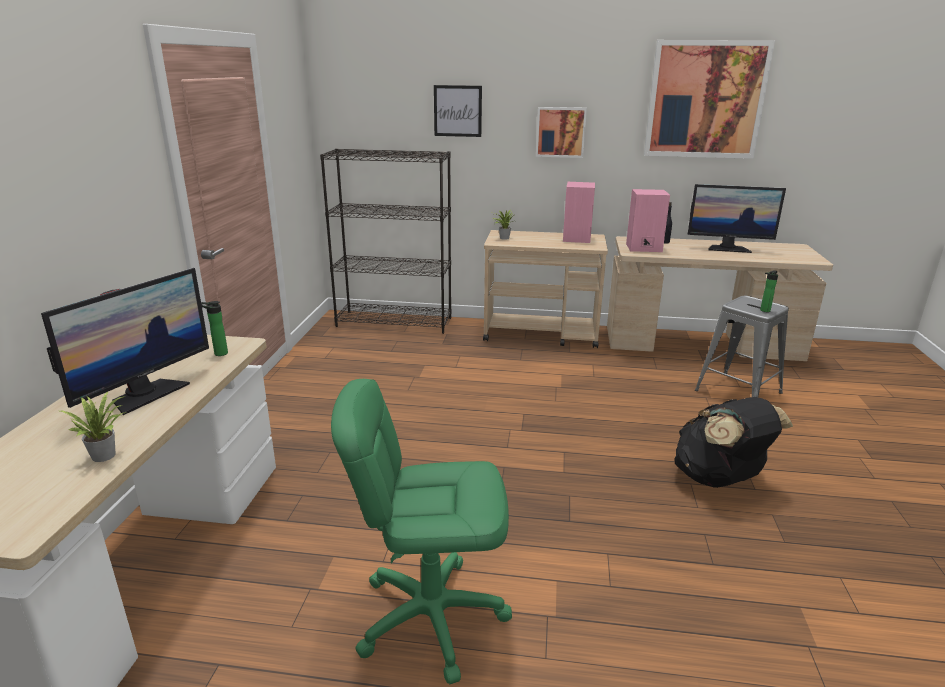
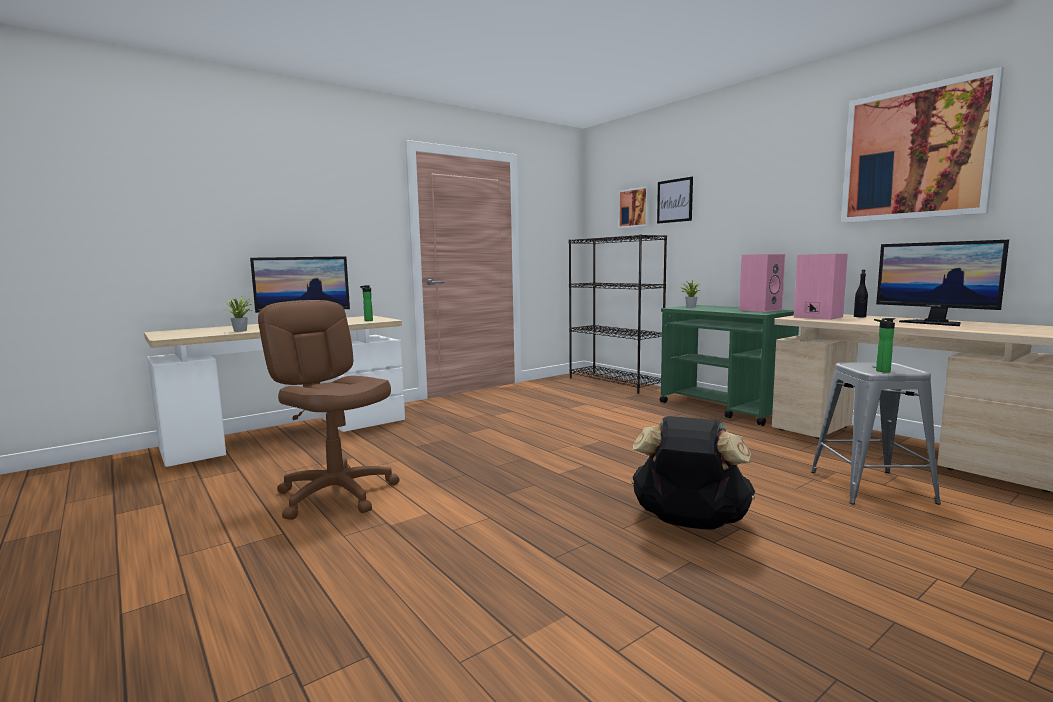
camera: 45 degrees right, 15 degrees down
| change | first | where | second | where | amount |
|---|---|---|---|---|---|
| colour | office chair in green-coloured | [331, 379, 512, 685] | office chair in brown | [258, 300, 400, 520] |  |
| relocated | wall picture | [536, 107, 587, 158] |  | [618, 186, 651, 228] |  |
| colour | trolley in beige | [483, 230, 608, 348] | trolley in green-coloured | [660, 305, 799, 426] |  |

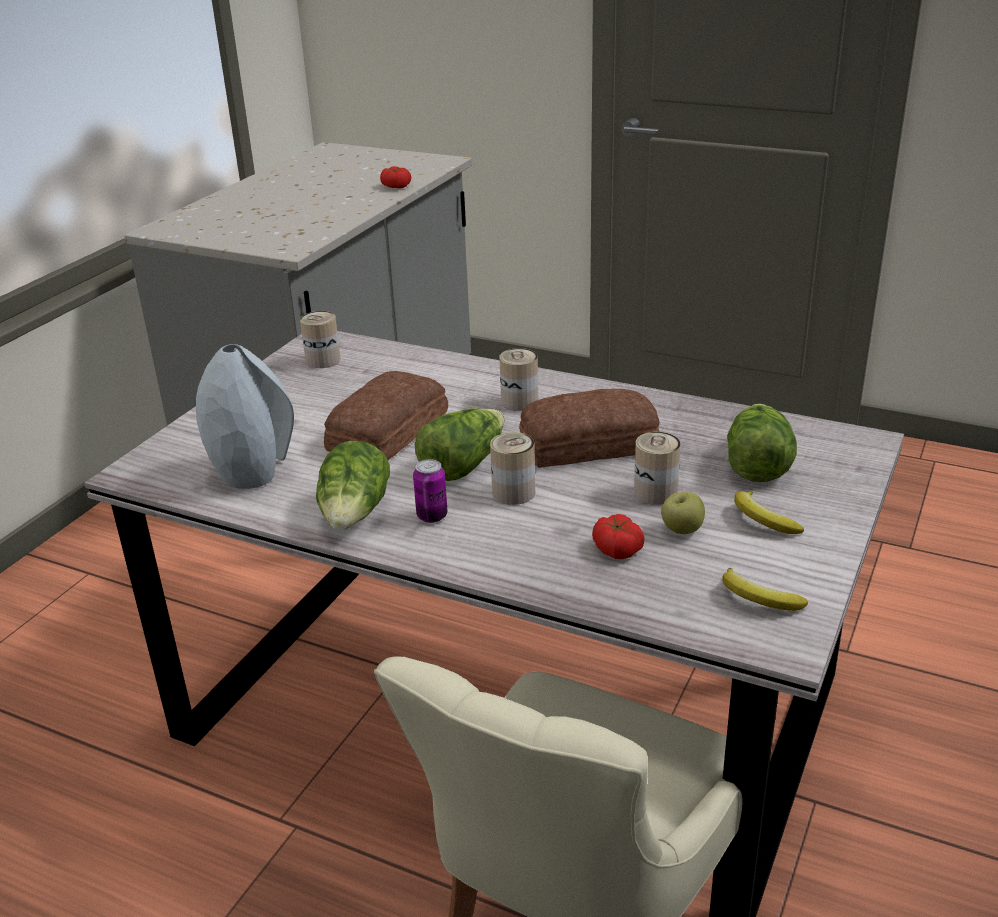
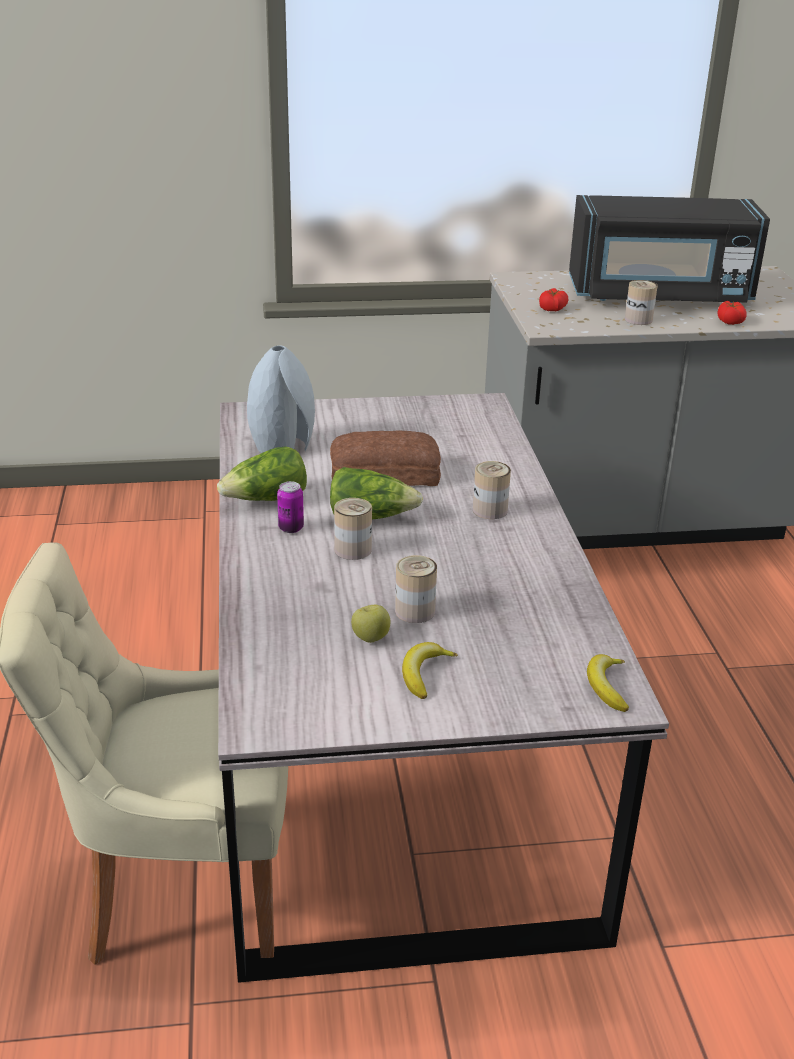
camera: 55 degrees right, 0 degrees up
| change | first | where | second | where | amount |
|---|---|---|---|---|---|
| relocated | whole tomato | [592, 514, 644, 559] |  | [539, 288, 568, 311] |  |
| appeared |  |  | microwave oven in blackish | [569, 195, 770, 303] |  |
| relocated | banana fruit | [722, 568, 808, 611] |  | [587, 654, 629, 712] |  |
| relocated | sealed can | [300, 311, 341, 368] |  | [625, 280, 658, 325] |  |
| missing | bakery bread | [519, 389, 660, 468] |  |  |  |
| missing | head of lettuce | [727, 404, 797, 482] |  |  |  |

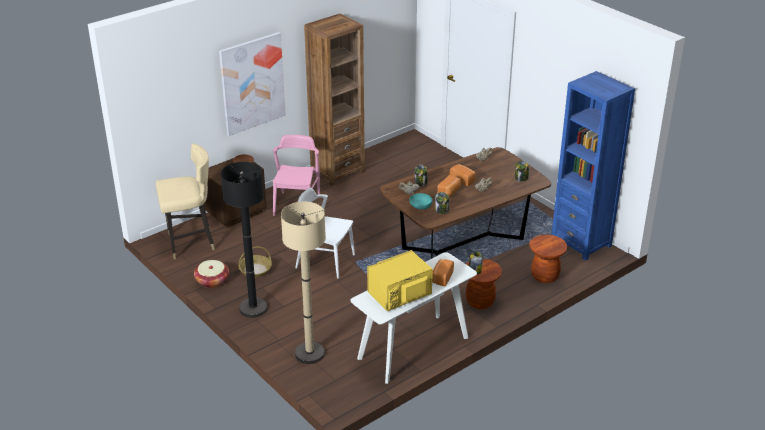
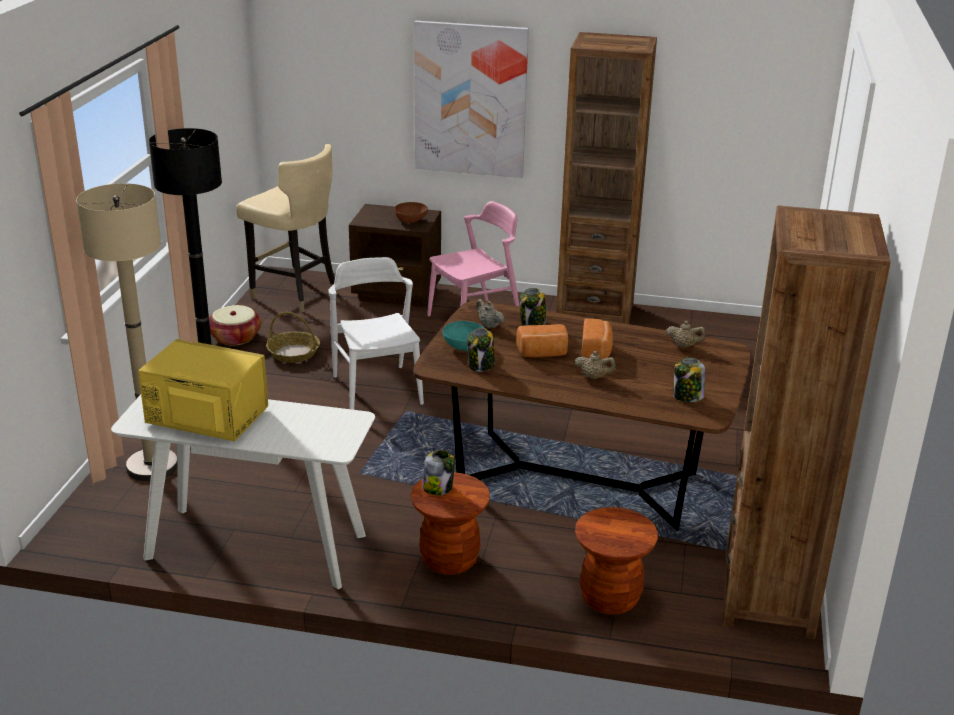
camera: 50 degrees right, 5 degrees down
| change | first | where | second | where | amount |
|---|---|---|---|---|---|
| colour | shelving unit in blue-coloured | [552, 71, 635, 261] | shelving unit in brown | [723, 205, 891, 639] |  |
| missing | bakery bread | [432, 259, 454, 286] |  |  |  |

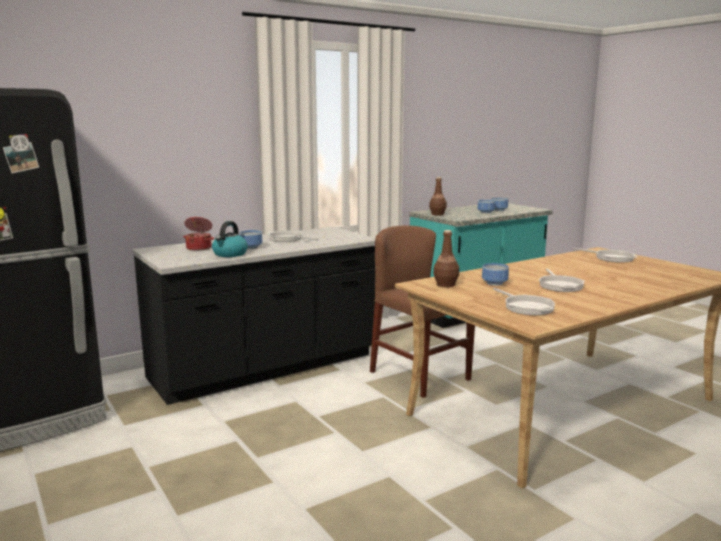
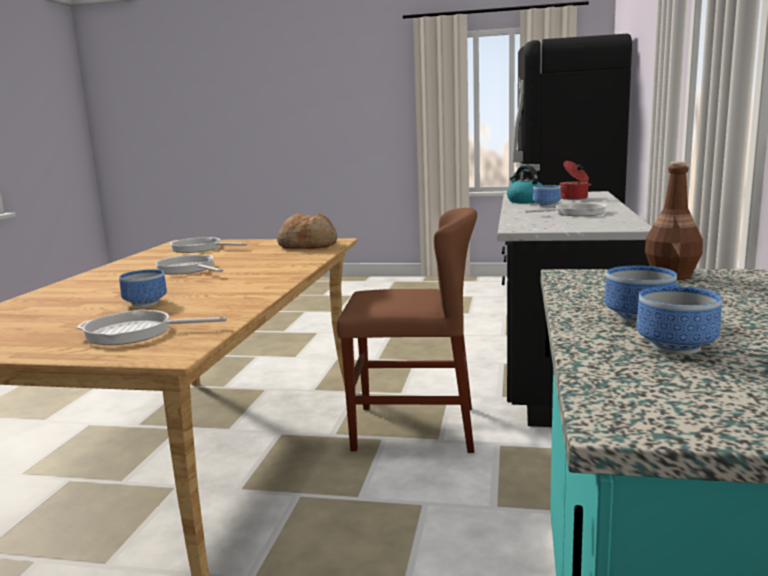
camera: 135 degrees right, 0 degrees up
| change | first | where | second | where | amount |
|---|---|---|---|---|---|
| relocated | serving bowl | [482, 263, 509, 286] |  | [119, 269, 167, 307] |  |
| exchanged | bottle in brown | [433, 230, 459, 287] | bakery bread | [277, 213, 337, 249] |  |

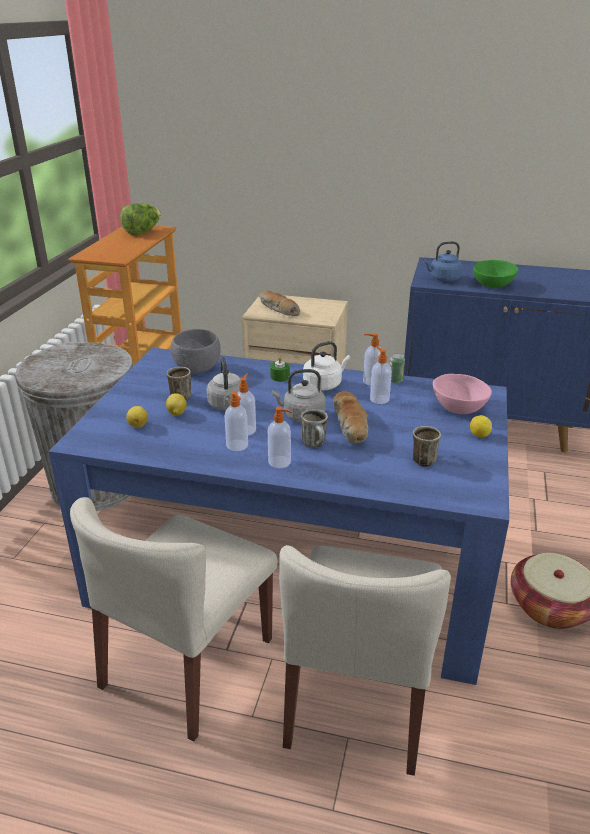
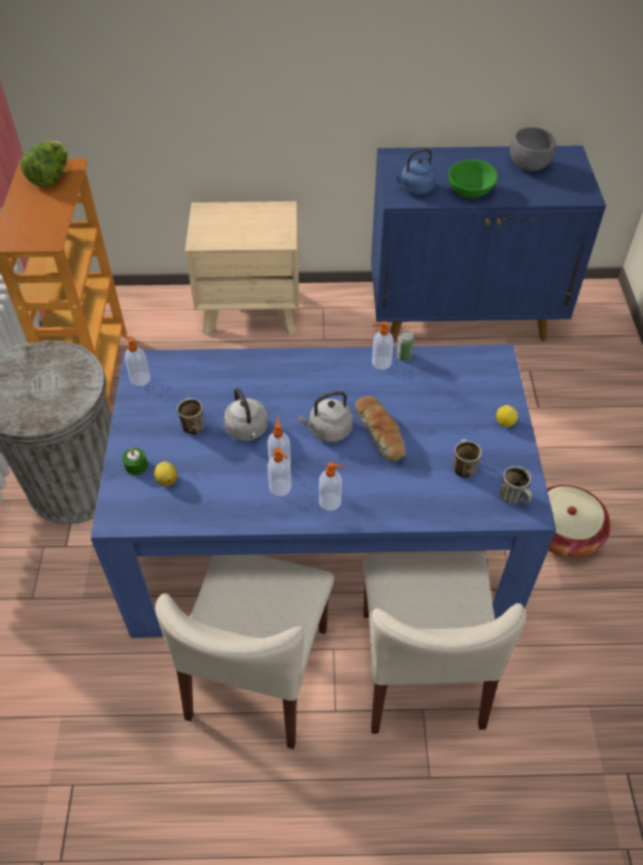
camera: 15 degrees left, 20 degrees up
| change | first | where | second | where | amount |
|---|---|---|---|---|---|
| relocated | candle in green-coloured | [270, 356, 290, 382] |  | [122, 448, 148, 475] |  |
| relocated | liquid soap bottle | [370, 346, 392, 404] |  | [123, 334, 150, 386] |  |
| relocated | tea mug | [301, 409, 328, 448] |  | [500, 466, 533, 504] |  |
| relocated | serving bowl in grey | [171, 329, 220, 373] |  | [510, 127, 556, 171] |  |
| missing | citrus fruit | [166, 393, 187, 416] |  |  |  |
| missing | bakery bread | [259, 291, 300, 316] |  |  |  |
| missing | water kettle in white | [303, 341, 350, 391] |  |  |  |
| missing | serving bowl in pink-coloured | [433, 374, 492, 414] |  |  |  |

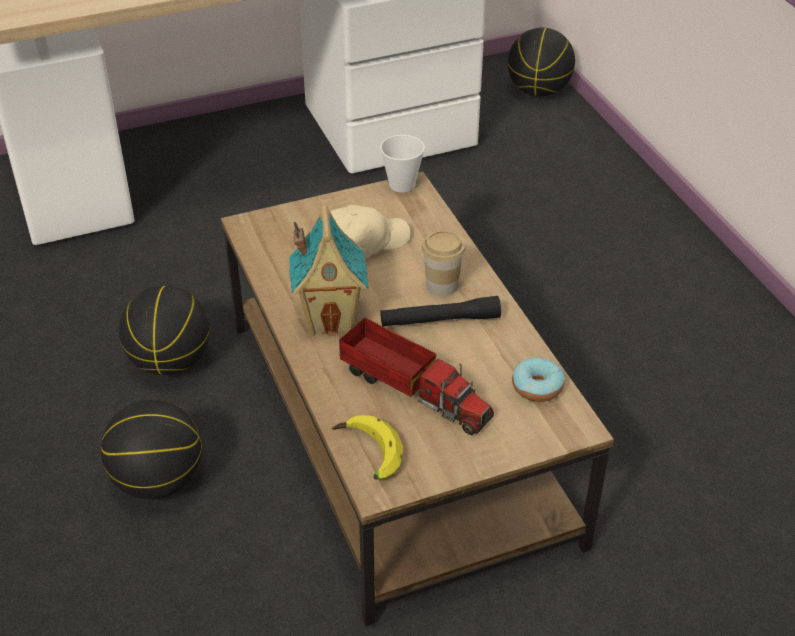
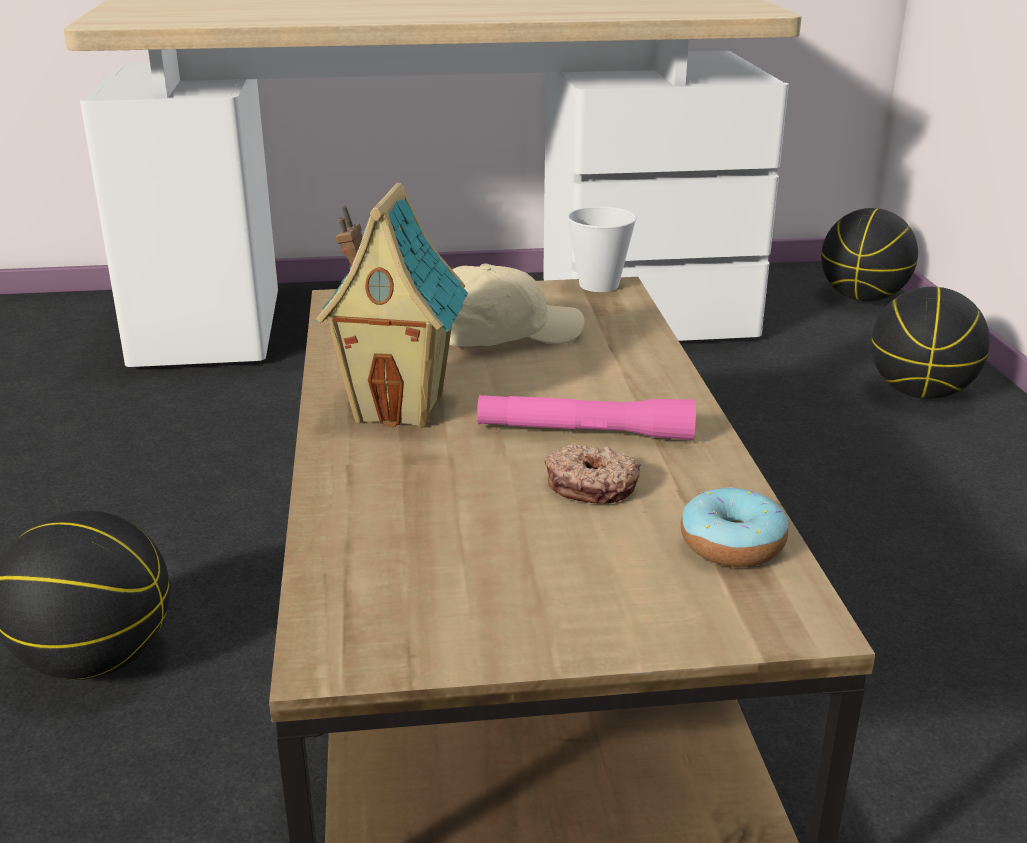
camera: 15 degrees right, 15 degrees down
| change | first | where | second | where | amount |
|---|---|---|---|---|---|
| colour | torch in blackish | [380, 296, 501, 327] | torch in pink-coloured | [477, 395, 696, 440] |  |
| appeared |  |  | doughnut | [545, 445, 641, 504] |  |
| relocated | ball for basketball | [119, 286, 210, 375] |  | [871, 287, 990, 399] |  |
| missing | banana fruit | [332, 415, 403, 480] |  |  |  |
| missing | model truck | [339, 318, 494, 435] |  |  |  |
| missing | small cup | [422, 230, 466, 296] |  |  |  |

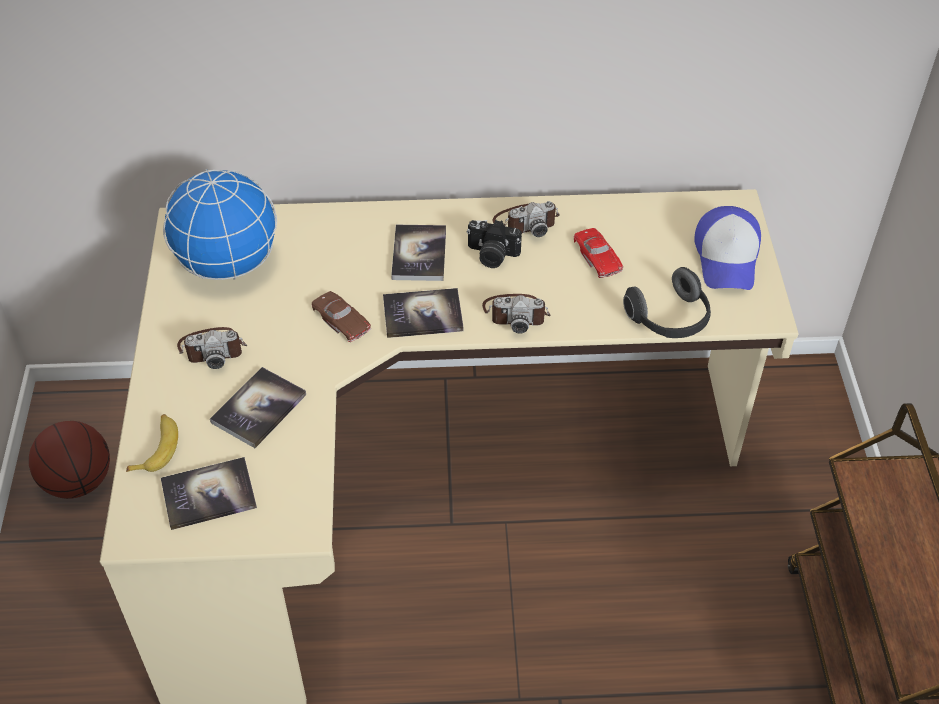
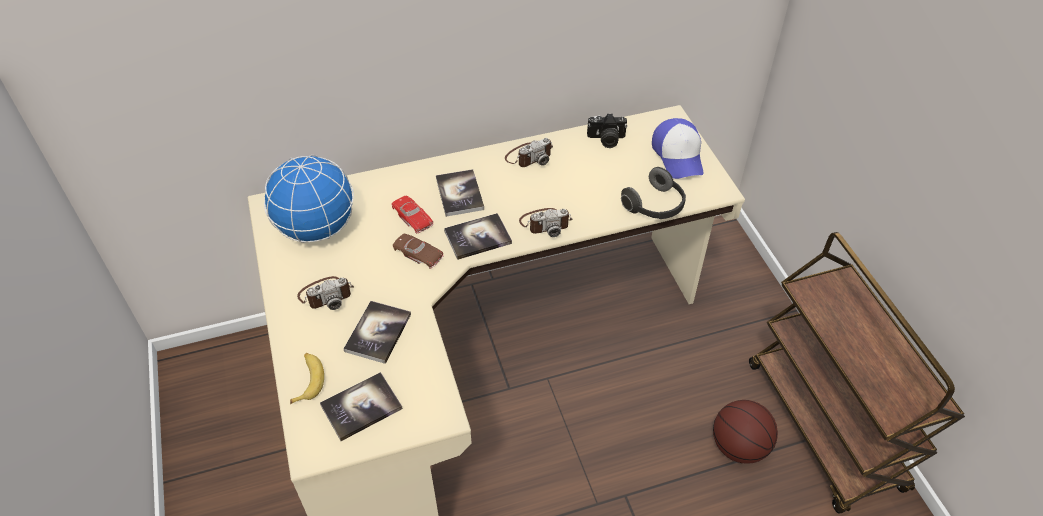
camera: 15 degrees left, 0 degrees up
| change | first | where | second | where | amount |
|---|---|---|---|---|---|
| relocated | toy car in red-coloured | [574, 228, 623, 278] |  | [392, 195, 433, 233] |  |
| relocated | still camera | [467, 220, 522, 268] |  | [587, 113, 627, 148] |  |
| relocated | ball for basketball | [29, 421, 110, 499] |  | [713, 400, 778, 464] |  |

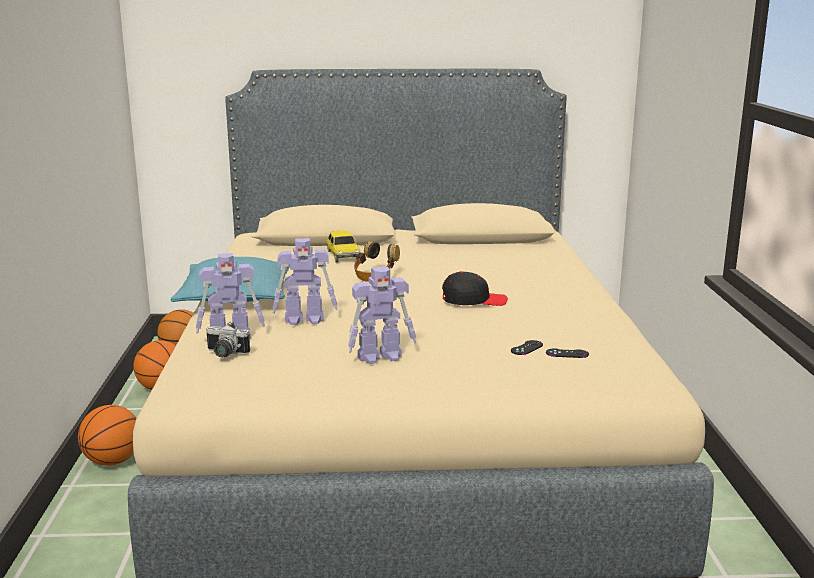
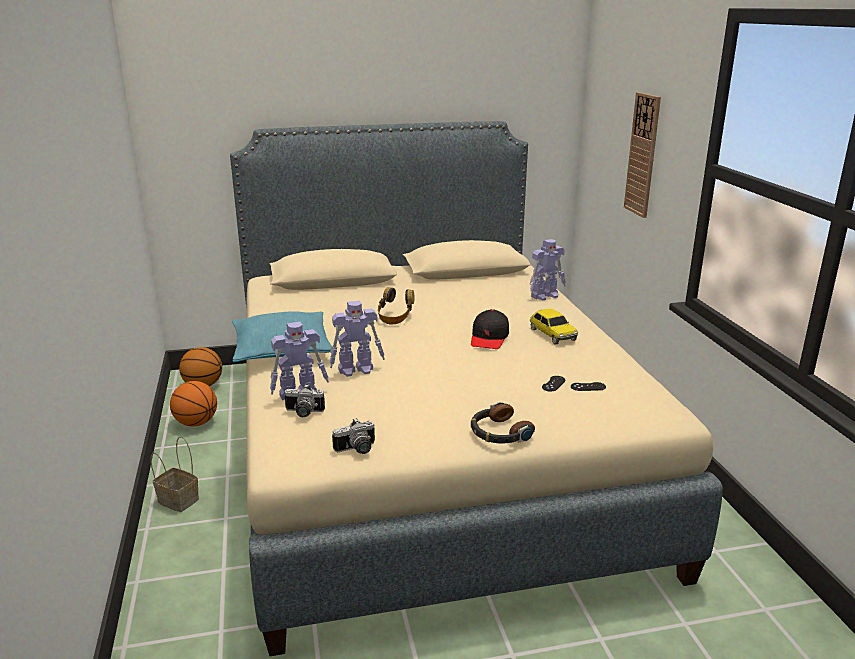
camera: 10 degrees left, 5 degrees up
| change | first | where | second | where | amount |
|---|---|---|---|---|---|
| exchanged | ball for basketball | [78, 405, 137, 466] | basket | [150, 436, 199, 512] |  |
| appeared |  |  | still camera | [332, 418, 375, 454] |  |
| spun | cap in blackish | [442, 271, 508, 306] |  | [471, 309, 509, 349] | 120 degrees clockwise |
| appeared |  |  | pair of headphones | [471, 402, 535, 444] |  |
| relocated | model robot | [348, 267, 416, 364] |  | [530, 239, 566, 300] |  |
| relocated | toy car | [327, 231, 361, 263] |  | [530, 309, 578, 345] |  |
| appeared |  |  | clock on the wall | [624, 92, 661, 218] |  |

